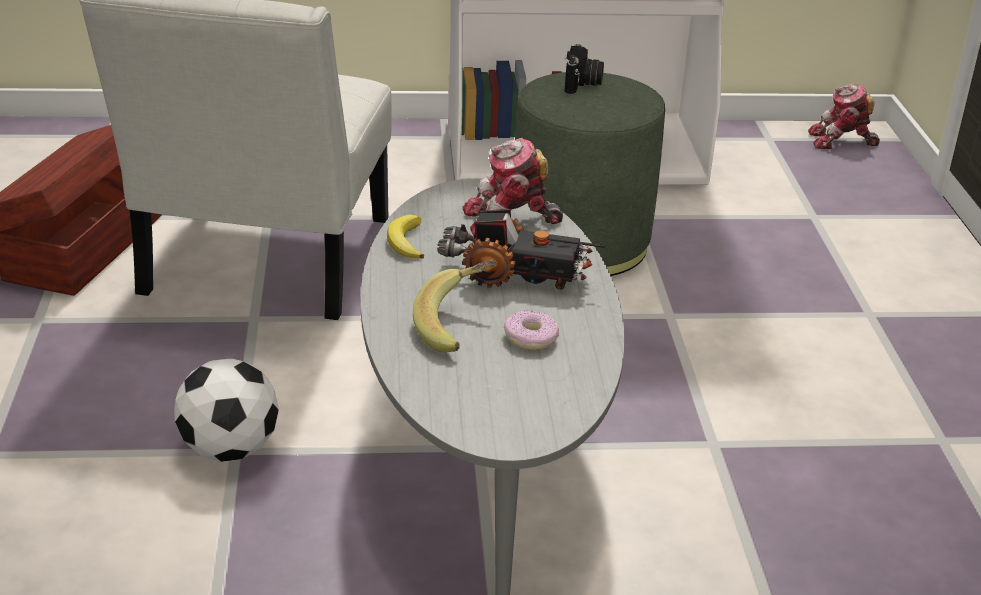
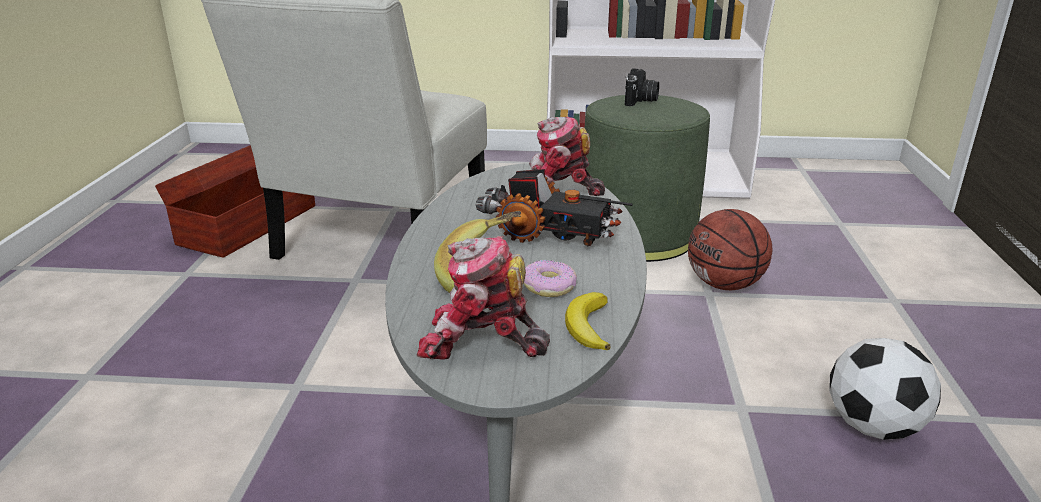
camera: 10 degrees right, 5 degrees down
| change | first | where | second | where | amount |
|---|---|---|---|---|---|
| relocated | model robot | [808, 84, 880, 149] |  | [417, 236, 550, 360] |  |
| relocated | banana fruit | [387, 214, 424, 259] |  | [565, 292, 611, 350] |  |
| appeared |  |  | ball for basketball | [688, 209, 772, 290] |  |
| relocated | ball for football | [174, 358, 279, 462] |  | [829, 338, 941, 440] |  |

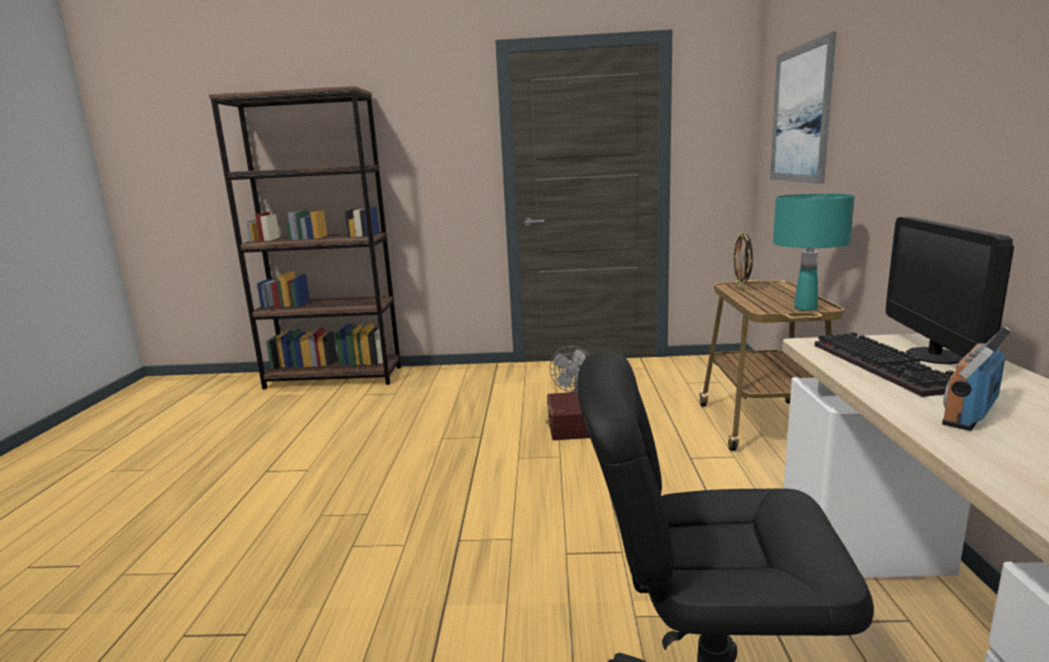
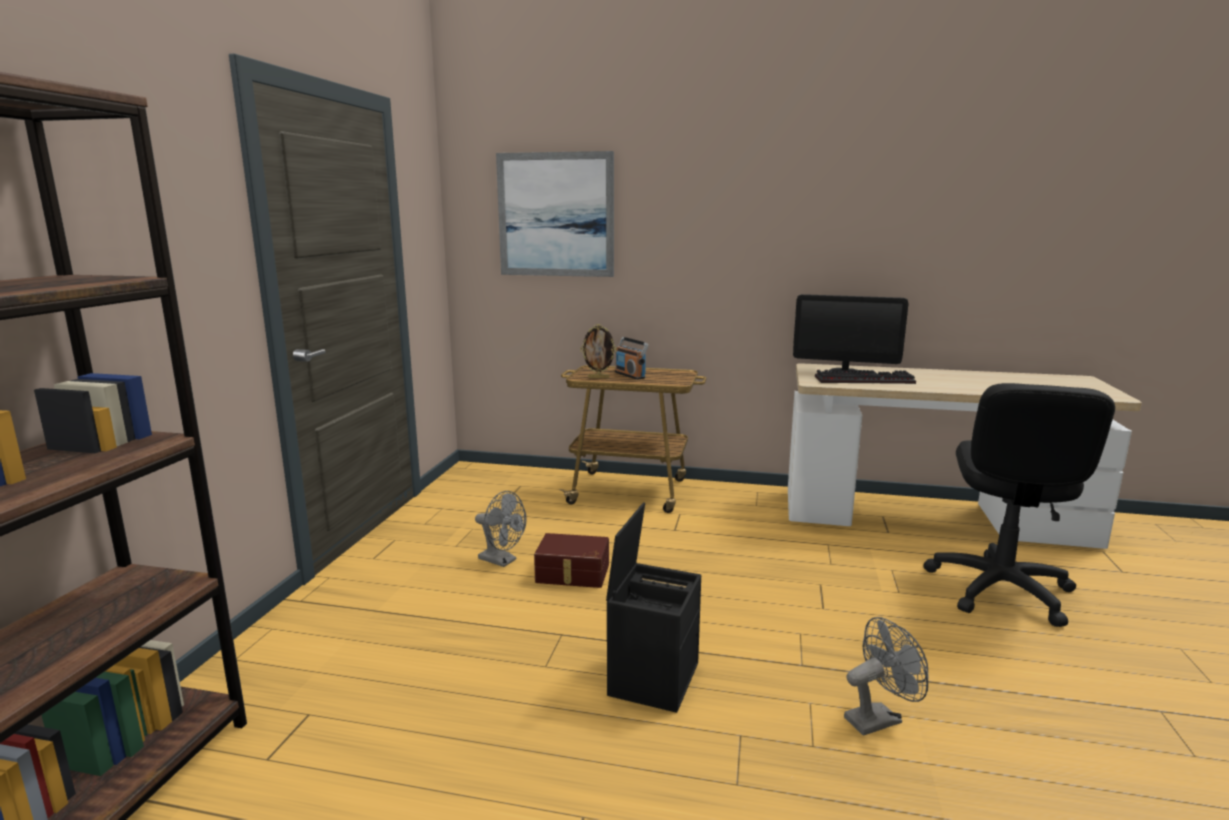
camera: 80 degrees left, 0 degrees up
| change | first | where | second | where | amount |
|---|---|---|---|---|---|
| appeared |  |  | storage container in blackish | [606, 502, 701, 713] |  |
| relocated | radio receiver | [942, 326, 1011, 431] |  | [615, 337, 649, 380] |  |
| appeared |  |  | electric fan in grey | [844, 617, 928, 736] |  |
| missing | lamp for a table in turquoise-coloured | [773, 194, 855, 311] |  |  |  |

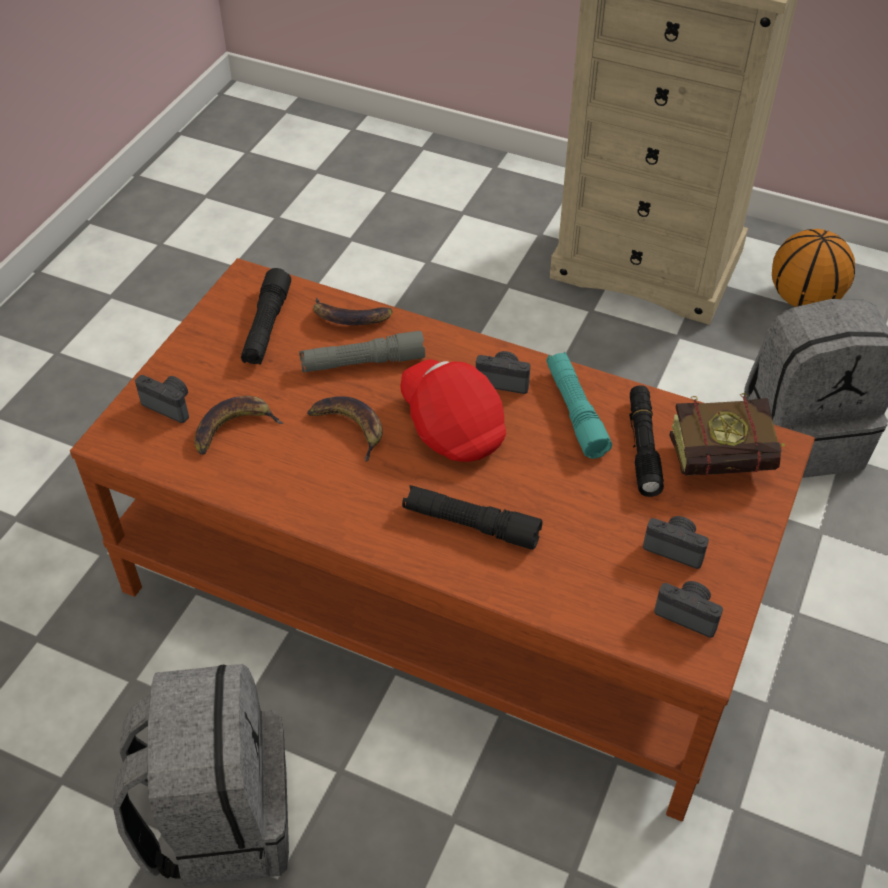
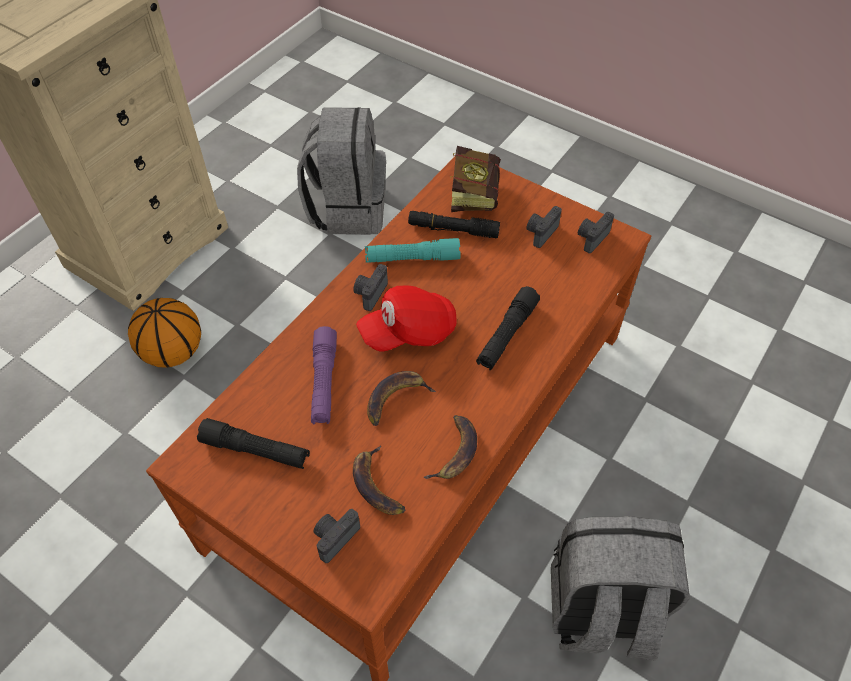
camera: 80 degrees left, 5 degrees up
| change | first | where | second | where | amount |
|---|---|---|---|---|---|
| relocated | ball for basketball | [772, 229, 855, 307] |  | [128, 298, 201, 368] |  |
| colour | torch in grey | [299, 331, 425, 372] | torch in purple | [311, 326, 337, 424] |  |
| relocated | banana fruit | [313, 298, 393, 325] |  | [423, 415, 477, 479] |  |

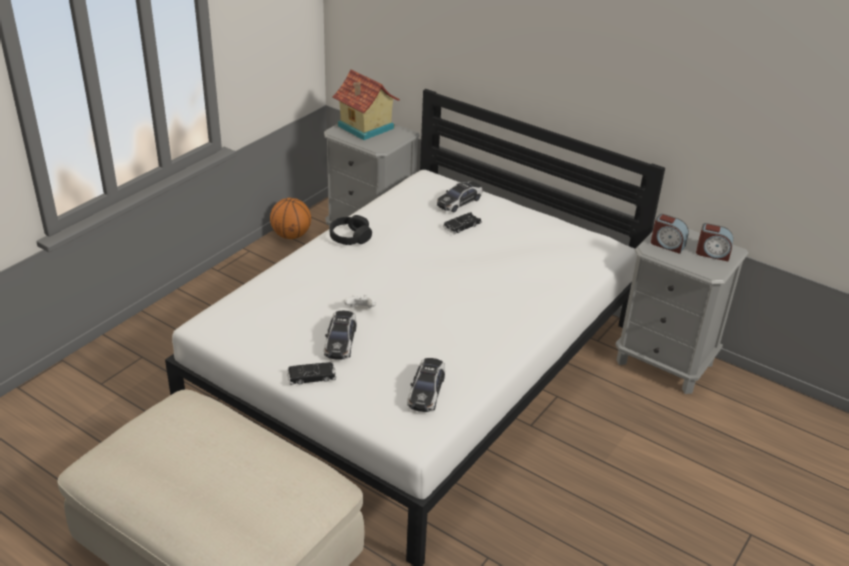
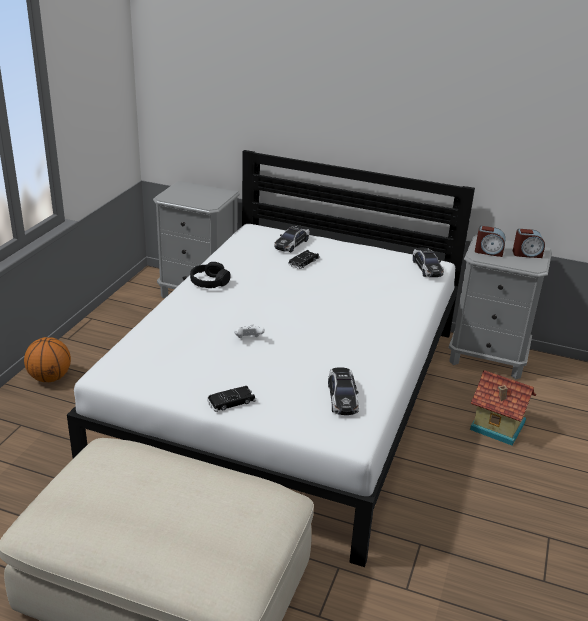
camera: 15 degrees left, 5 degrees down
| change | first | where | second | where | amount |
|---|---|---|---|---|---|
| relocated | ball for basketball | [270, 198, 311, 239] |  | [24, 337, 71, 382] |  |
| relocated | toy car | [324, 311, 357, 360] |  | [413, 248, 444, 277] |  |
| relocated | toy house | [332, 70, 400, 140] |  | [470, 370, 536, 445] |  |

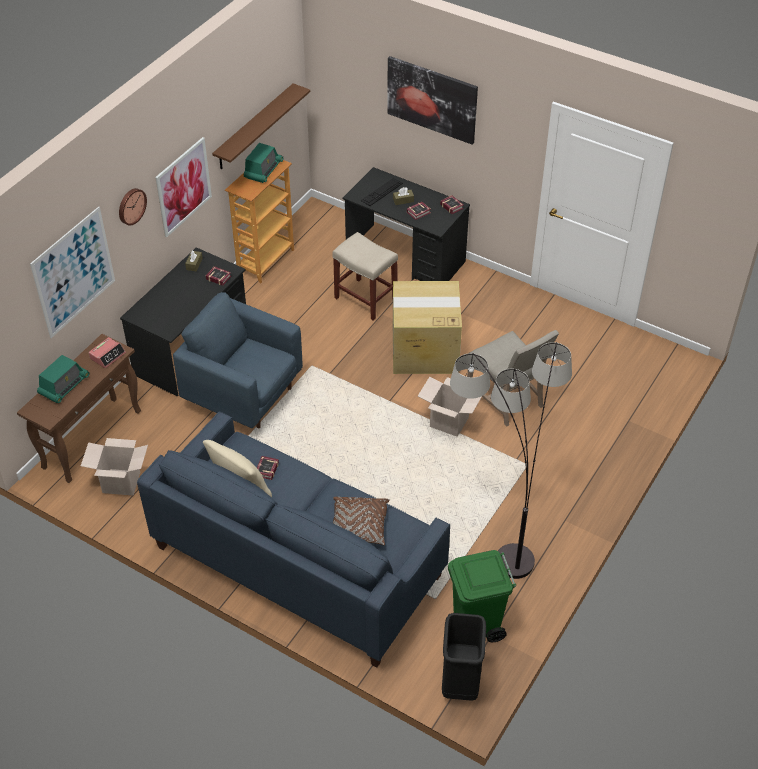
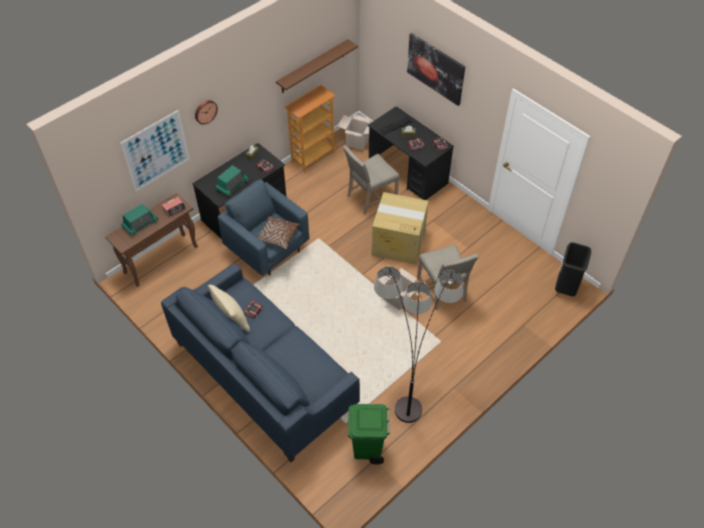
camera: 15 degrees right, 5 degrees up
| change | first | where | second | where | amount |
|---|---|---|---|---|---|
| relocated | radio receiver | [244, 143, 283, 183] |  | [215, 165, 249, 196] |  |
| relocated | cushion in brown | [333, 497, 390, 545] |  | [258, 216, 300, 250] |  |
| relocated | packing box | [81, 438, 148, 496] |  | [338, 115, 370, 150] |  |
| exchanged | stool seat in beige | [332, 232, 398, 321] | chair in beige | [343, 145, 400, 215] |  |
| relocated | rubbish bin in blackish | [442, 613, 486, 701] |  | [555, 242, 591, 296] |  |
| missing | wall picture | [155, 137, 212, 237] |  |  |  |

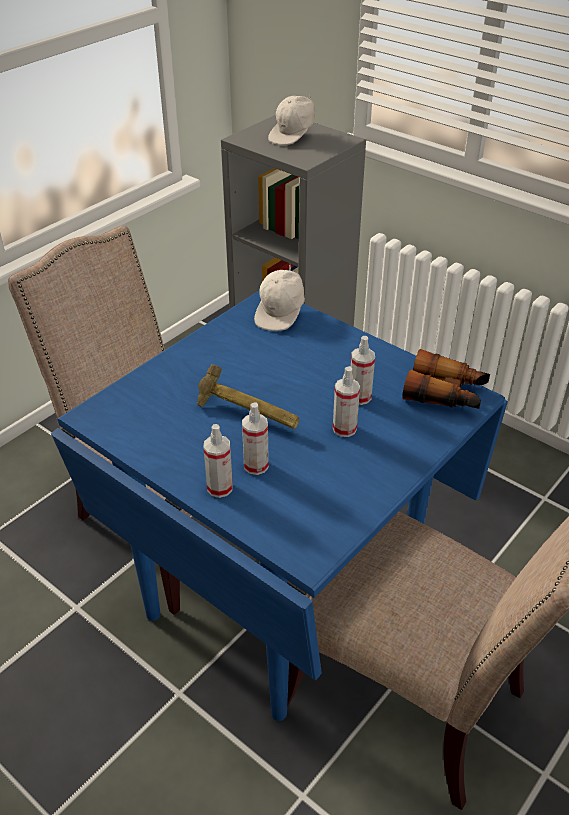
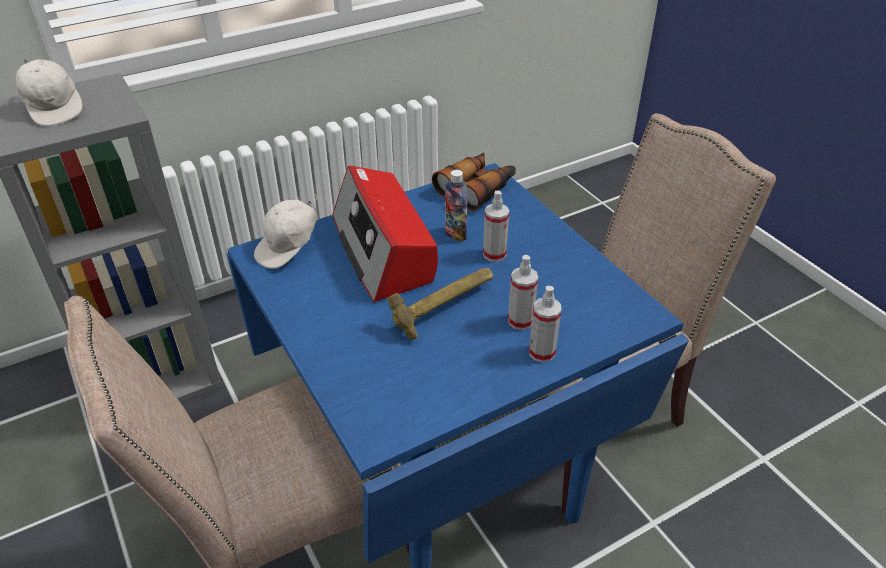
camera: 70 degrees left, 0 degrees up
| change | first | where | second | where | amount |
|---|---|---|---|---|---|
| spun | cap in white | [254, 264, 305, 331] |  | [254, 194, 318, 269] | 90 degrees clockwise |
| appeared |  |  | radio receiver | [333, 166, 438, 303] |  |
| exchanged | spray bottle | [351, 336, 375, 405] | bottle | [445, 170, 468, 242] |  |

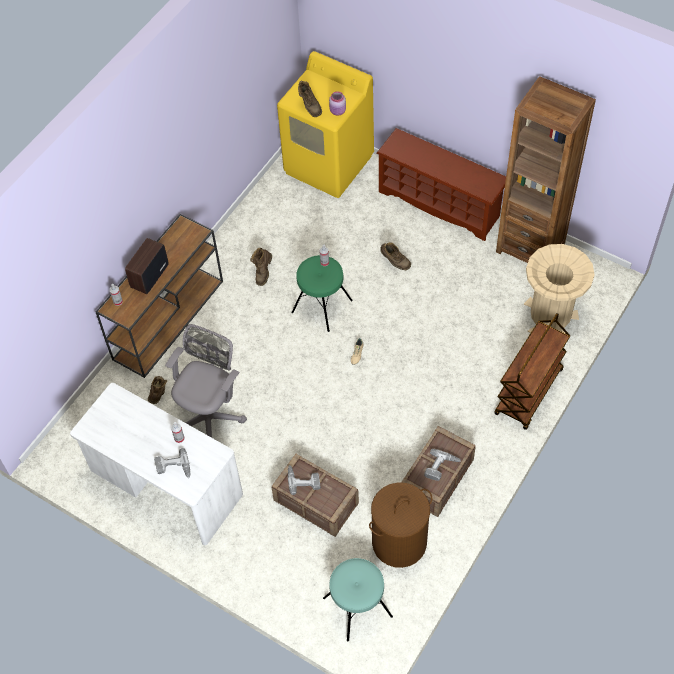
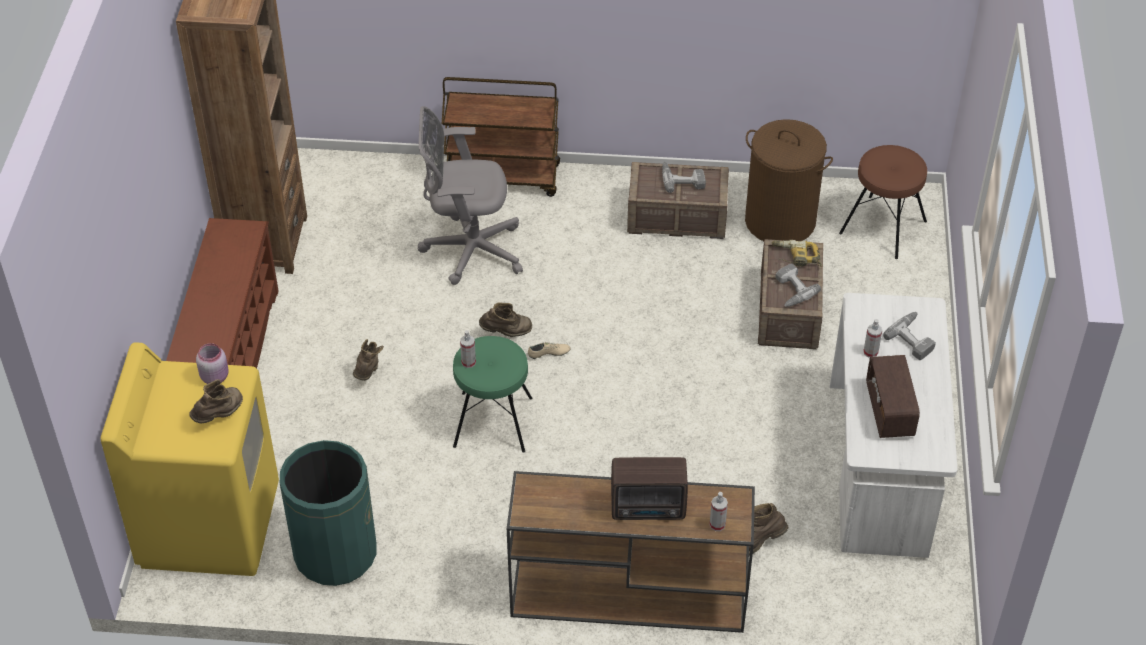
camera: 120 degrees left, 10 degrees down
| change | first | where | second | where | amount |
|---|---|---|---|---|---|
| appeared |  |  | rubbish bin in green-coloured | [280, 440, 377, 586] |  |
| relocated | office chair in grey | [165, 324, 247, 438] |  | [418, 106, 523, 285] |  |
| relocated | high-top boot in brown | [250, 248, 272, 286] |  | [479, 302, 532, 337] |  |
| appeared |  |  | drill | [771, 240, 822, 267] |  |
| colour | stool seat in turquoise-coloured | [323, 558, 393, 642] | stool seat in brown | [839, 145, 927, 259] |  |
| appeared |  |  | radio receiver | [866, 355, 920, 438] |  |
| missing | rubbish bin in beige | [524, 244, 595, 334] |  |  |  |

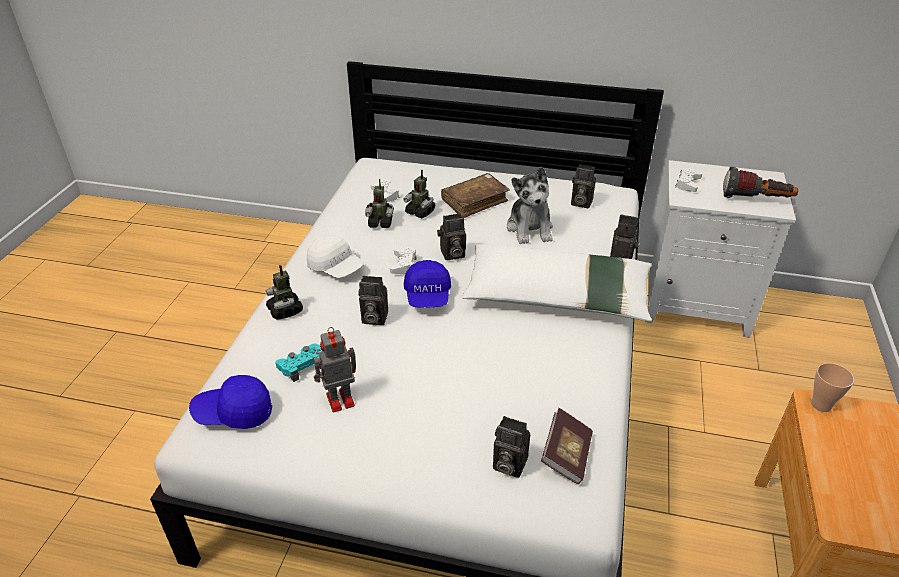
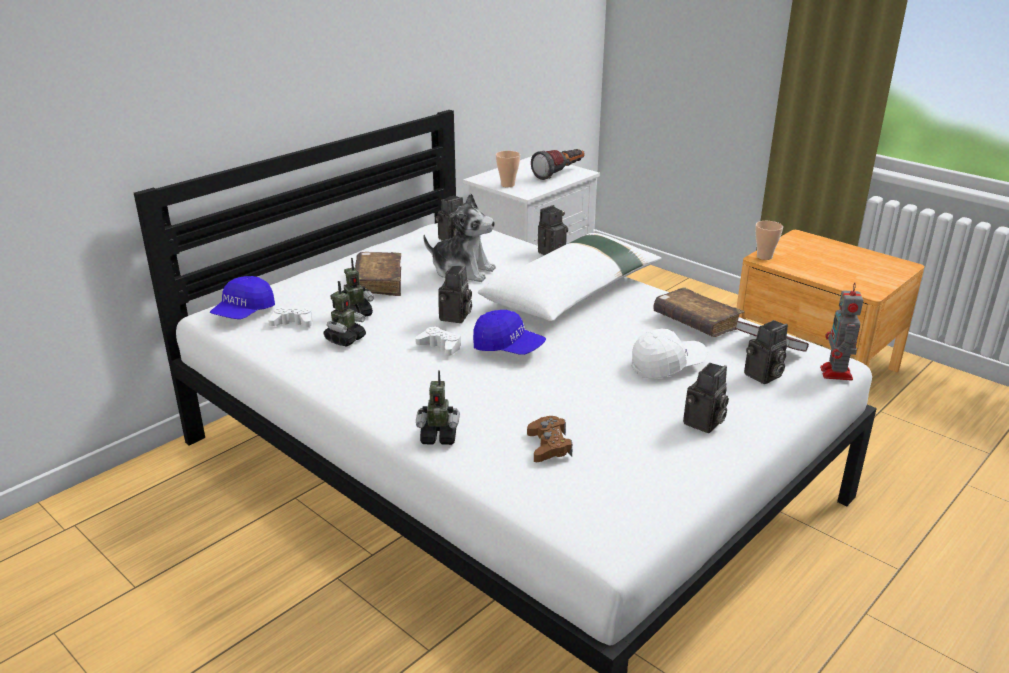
camera: 60 degrees left, 10 degrees down
| change | first | where | second | where | amount |
|---|---|---|---|---|---|
| relocated | cap in blue-coloured | [189, 375, 272, 429] |  | [210, 276, 275, 319] |  |
| exchanged | game controller in white | [675, 168, 702, 192] | small cup | [496, 151, 520, 187] |  |
| colour | game controller in turquoise-coloured | [275, 343, 322, 382] | game controller in brown | [527, 416, 572, 462] |  |
| relocated | cap in white | [307, 235, 364, 278] |  | [632, 329, 707, 379] |  |
| appeared |  |  | book in brown | [653, 287, 744, 337] |  |
| relocated | still camera | [359, 276, 388, 325] |  | [683, 363, 729, 433] |  |
| relocated | model robot | [314, 327, 356, 412] |  | [820, 283, 863, 380] |  |

